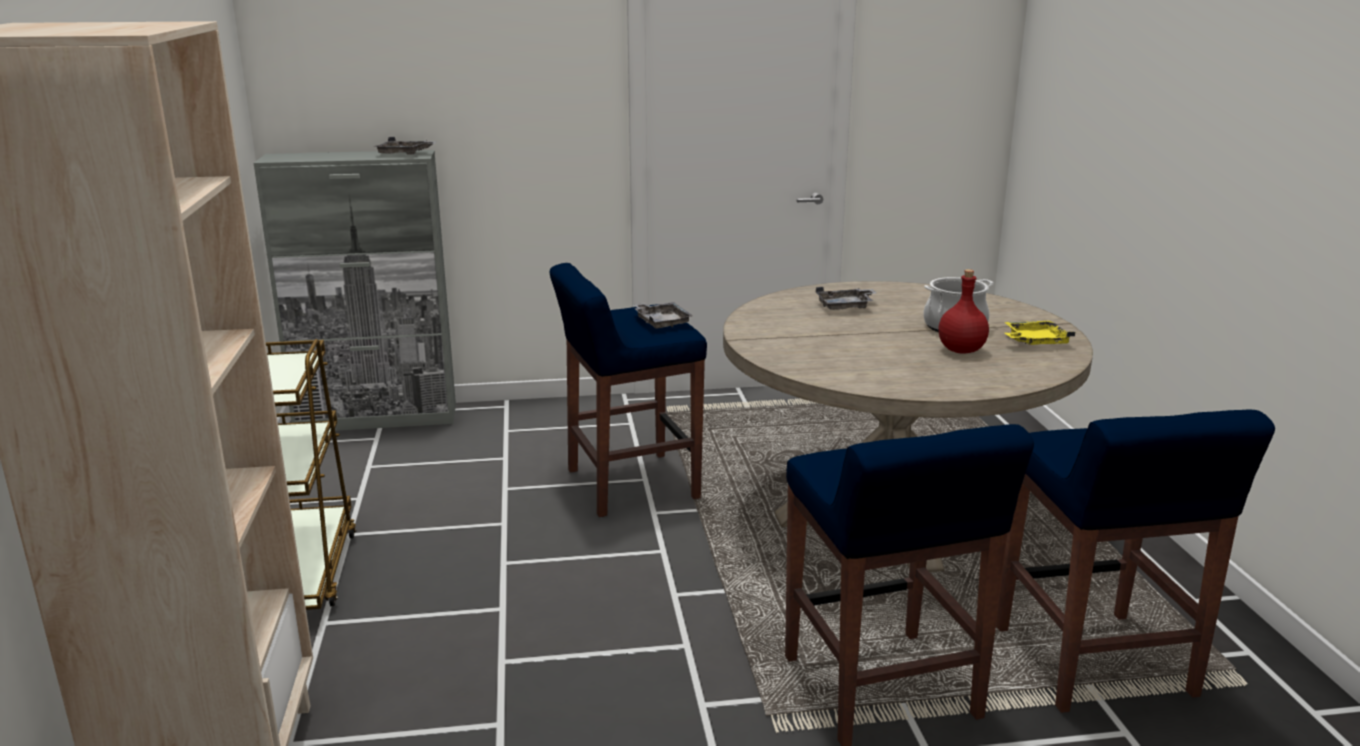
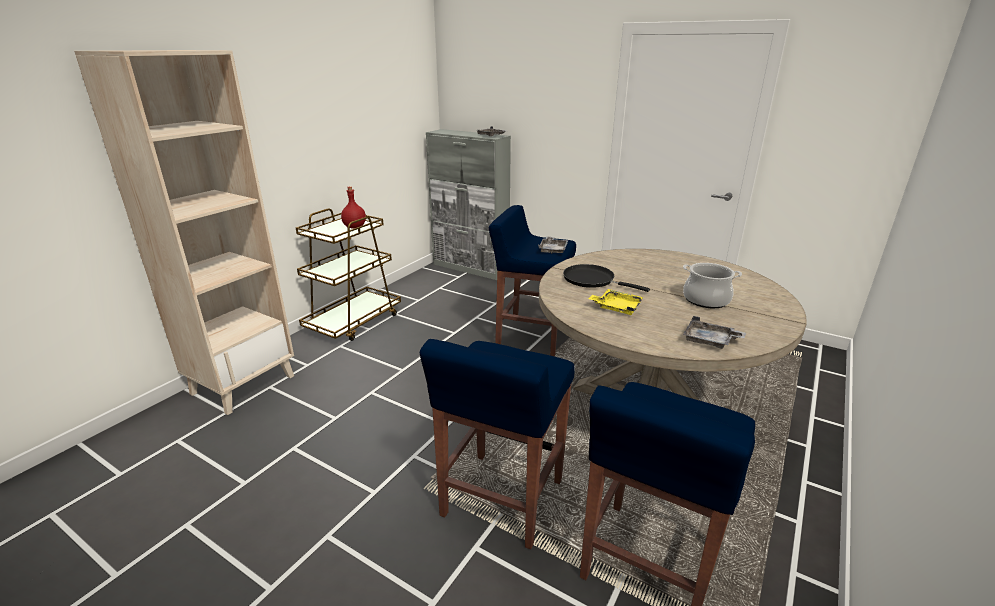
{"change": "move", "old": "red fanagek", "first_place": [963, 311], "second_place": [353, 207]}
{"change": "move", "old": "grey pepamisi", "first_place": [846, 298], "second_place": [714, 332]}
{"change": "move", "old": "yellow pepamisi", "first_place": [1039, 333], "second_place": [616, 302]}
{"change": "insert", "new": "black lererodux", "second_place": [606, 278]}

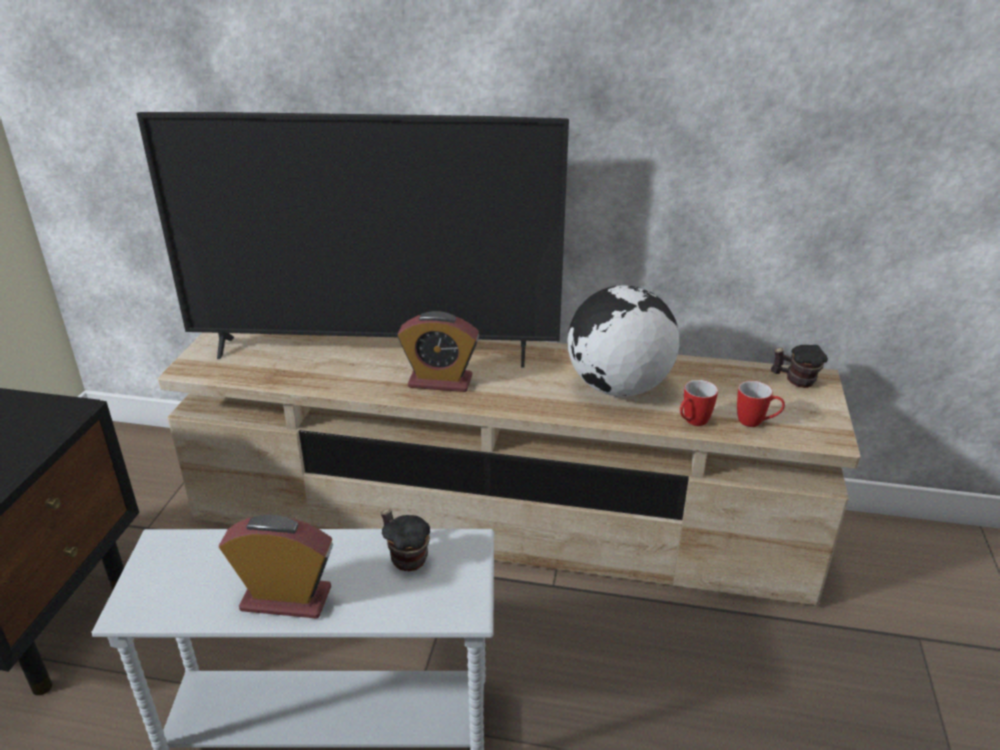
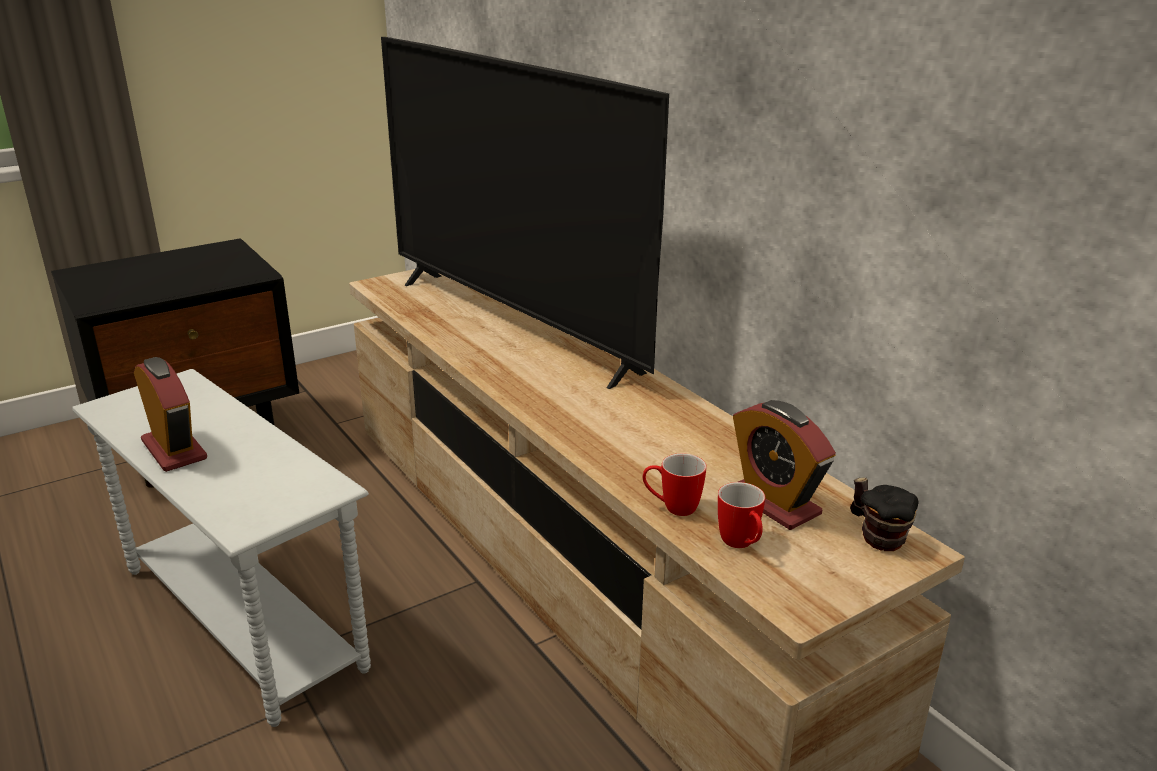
{"change": "delete", "old": "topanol", "first_place": [623, 341]}
{"change": "move", "old": "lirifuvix", "first_place": [438, 351], "second_place": [784, 465]}
{"change": "delete", "old": "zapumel", "first_place": [405, 540]}

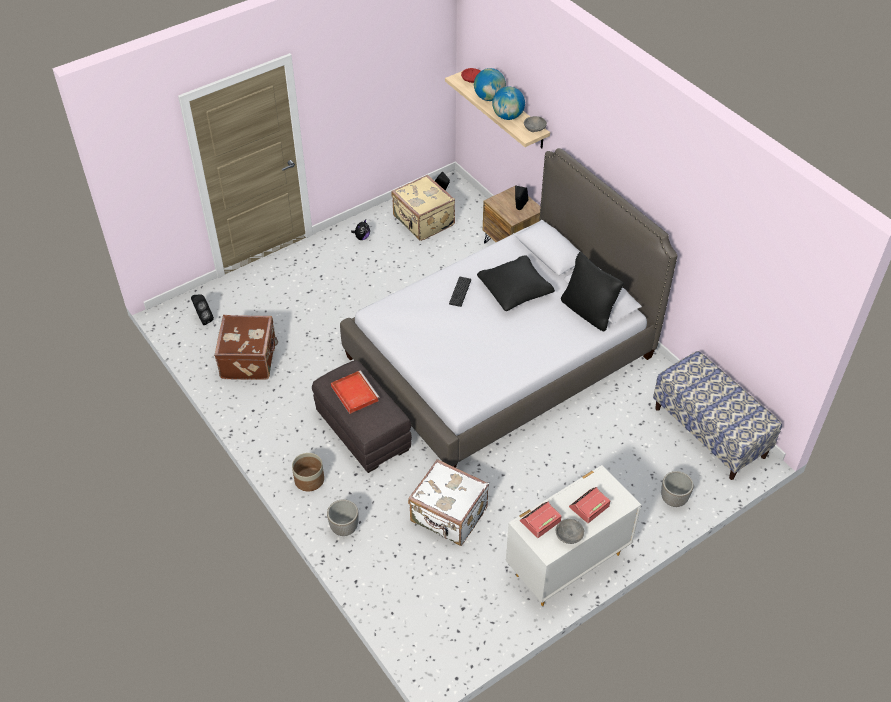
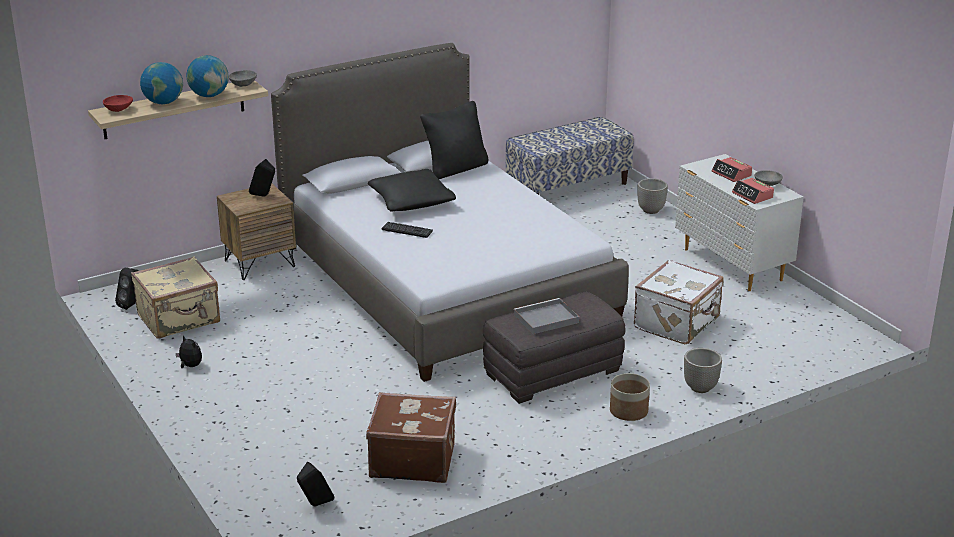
{"change": "recolor", "old": "red pepamisi", "new": "grey pepamisi", "first_place": [355, 392], "second_place": [546, 316]}

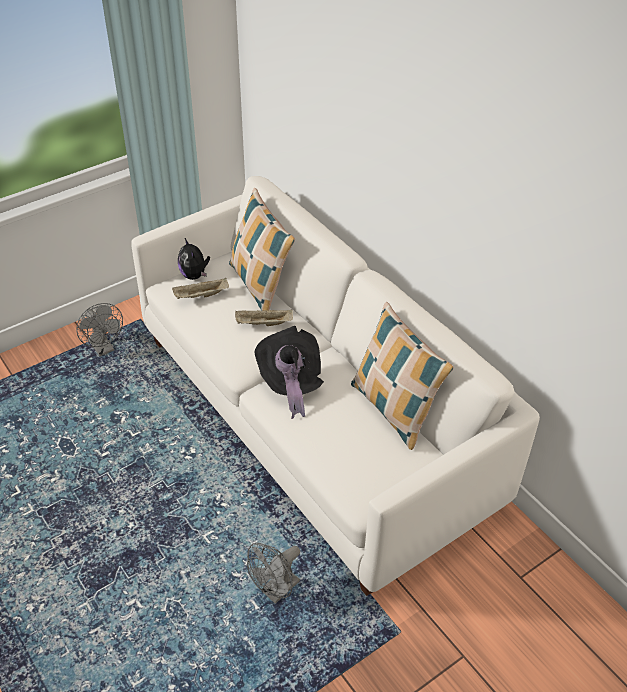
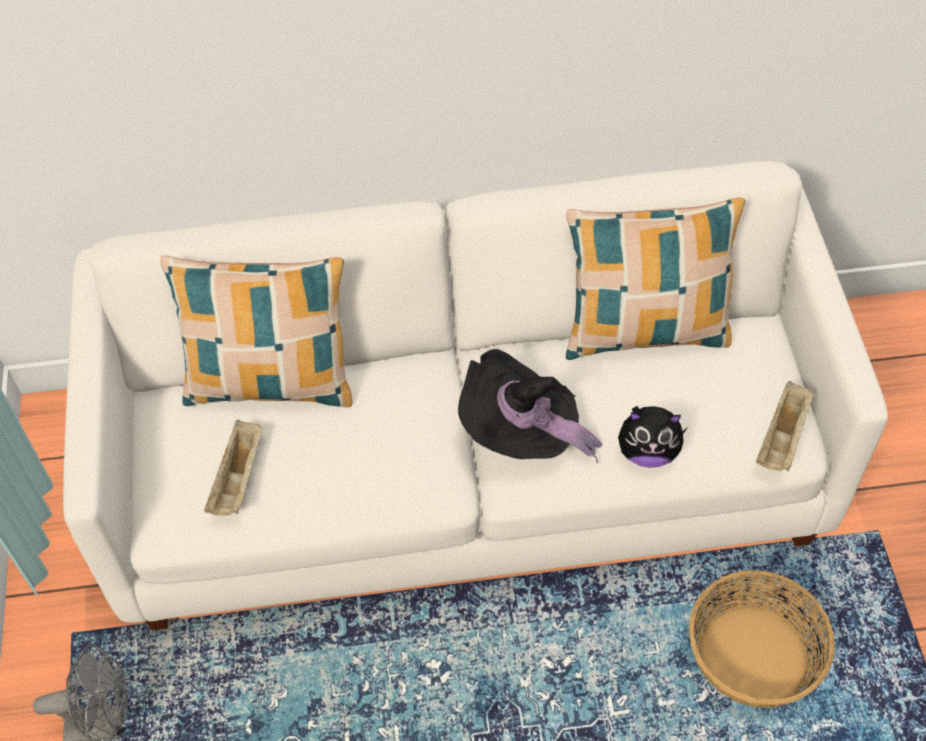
{"change": "move", "old": "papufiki", "first_place": [194, 259], "second_place": [653, 437]}
{"change": "move", "old": "beige pepamisi", "first_place": [264, 317], "second_place": [785, 426]}
{"change": "replace", "old": "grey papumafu", "new": "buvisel", "first_place": [273, 573], "second_place": [762, 639]}

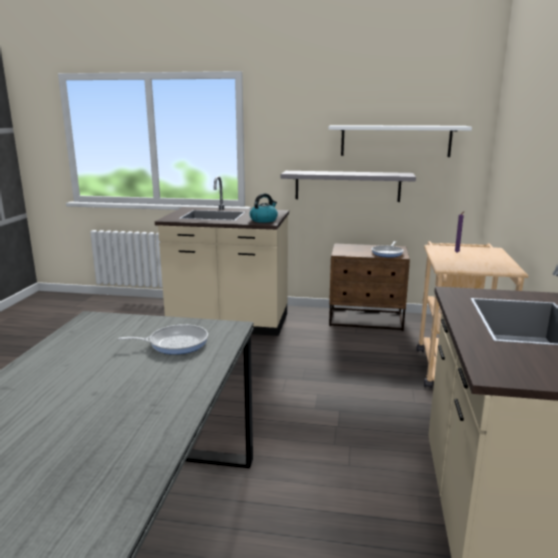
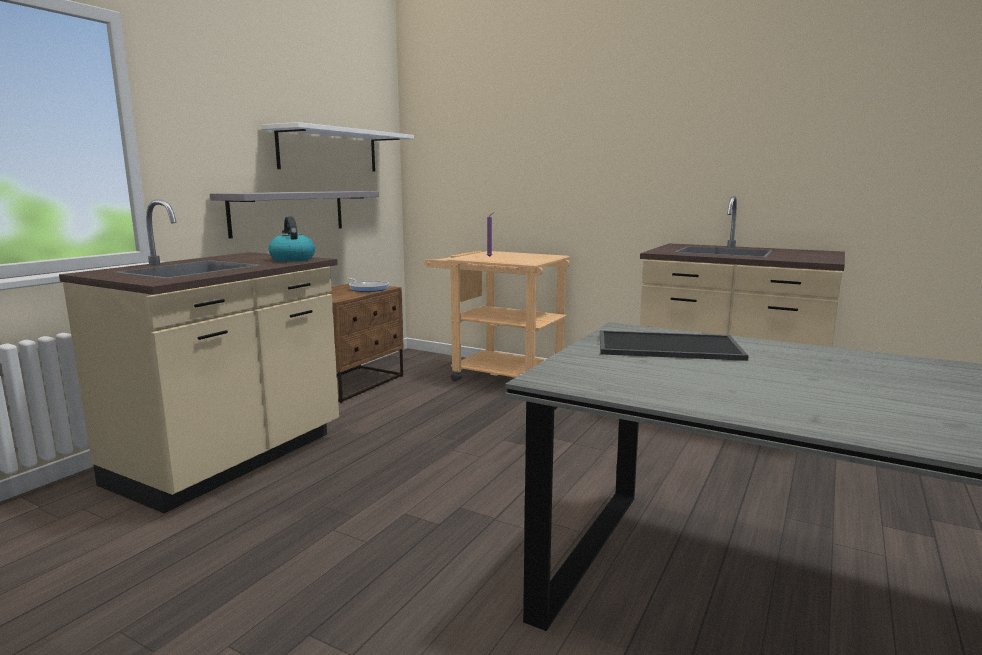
{"change": "replace", "old": "lererodux", "new": "pepamisi", "first_place": [163, 339], "second_place": [674, 345]}

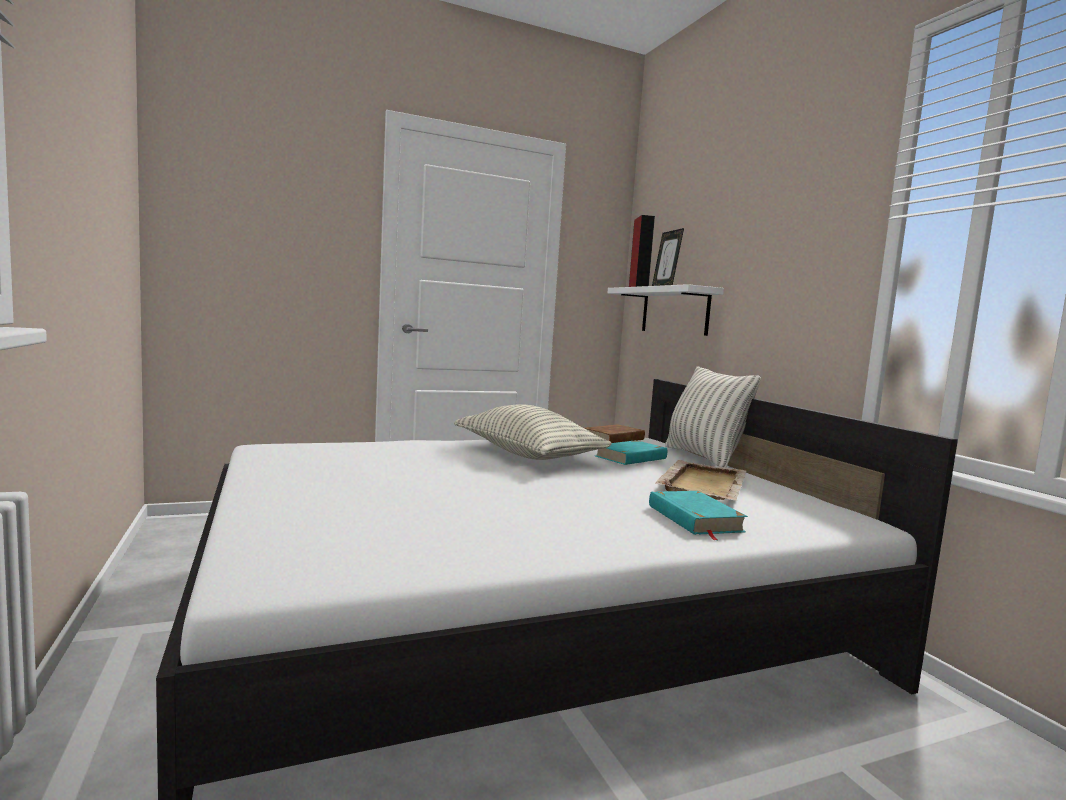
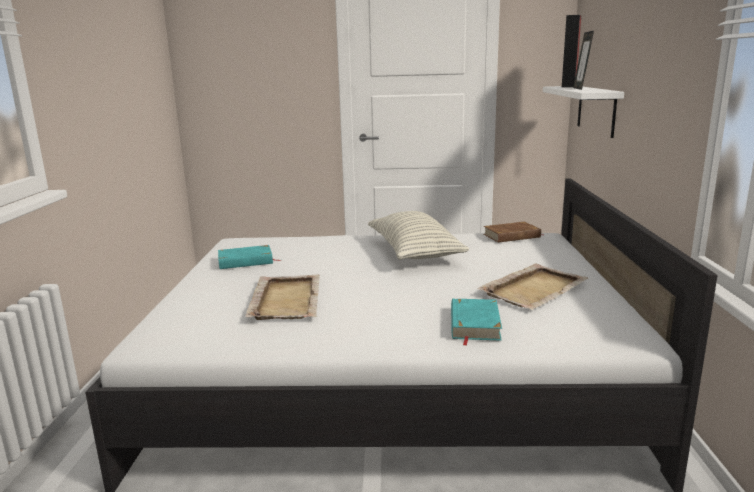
{"change": "delete", "old": "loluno", "first_place": [713, 417]}
{"change": "move", "old": "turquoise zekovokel", "first_place": [631, 452], "second_place": [249, 257]}
{"change": "insert", "new": "beige pepamisi", "second_place": [282, 297]}

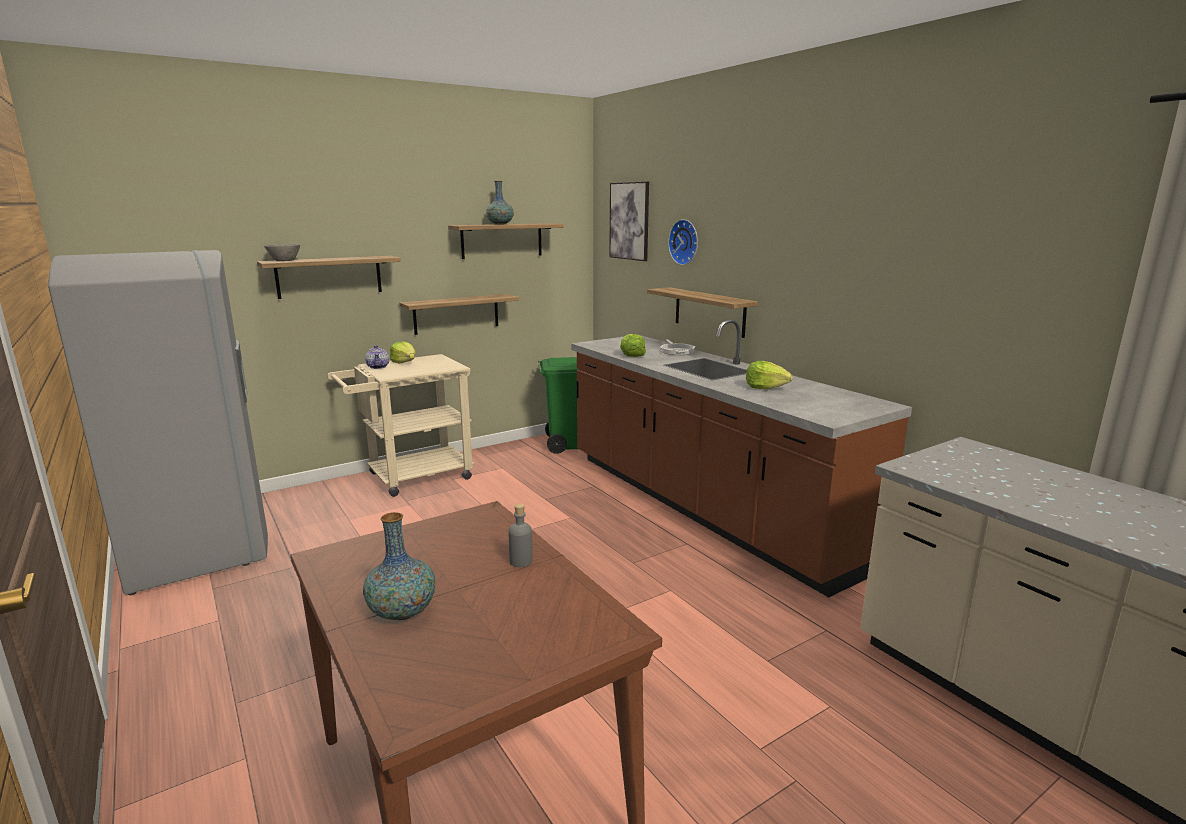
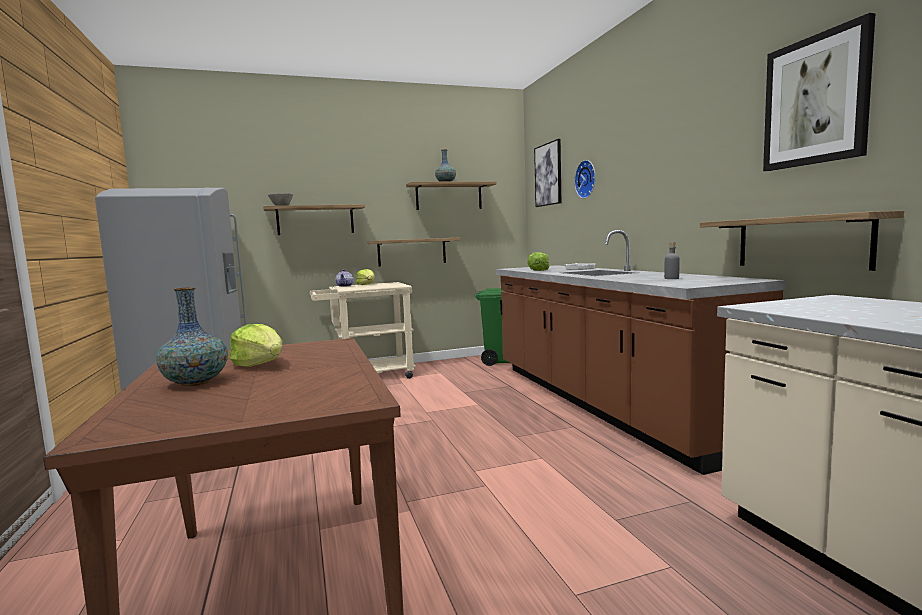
{"change": "move", "old": "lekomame", "first_place": [702, 312], "second_place": [802, 241]}
{"change": "move", "old": "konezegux", "first_place": [769, 375], "second_place": [255, 345]}
{"change": "move", "old": "grey fanagek", "first_place": [521, 535], "second_place": [672, 260]}
{"change": "insert", "new": "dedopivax", "second_place": [819, 92]}

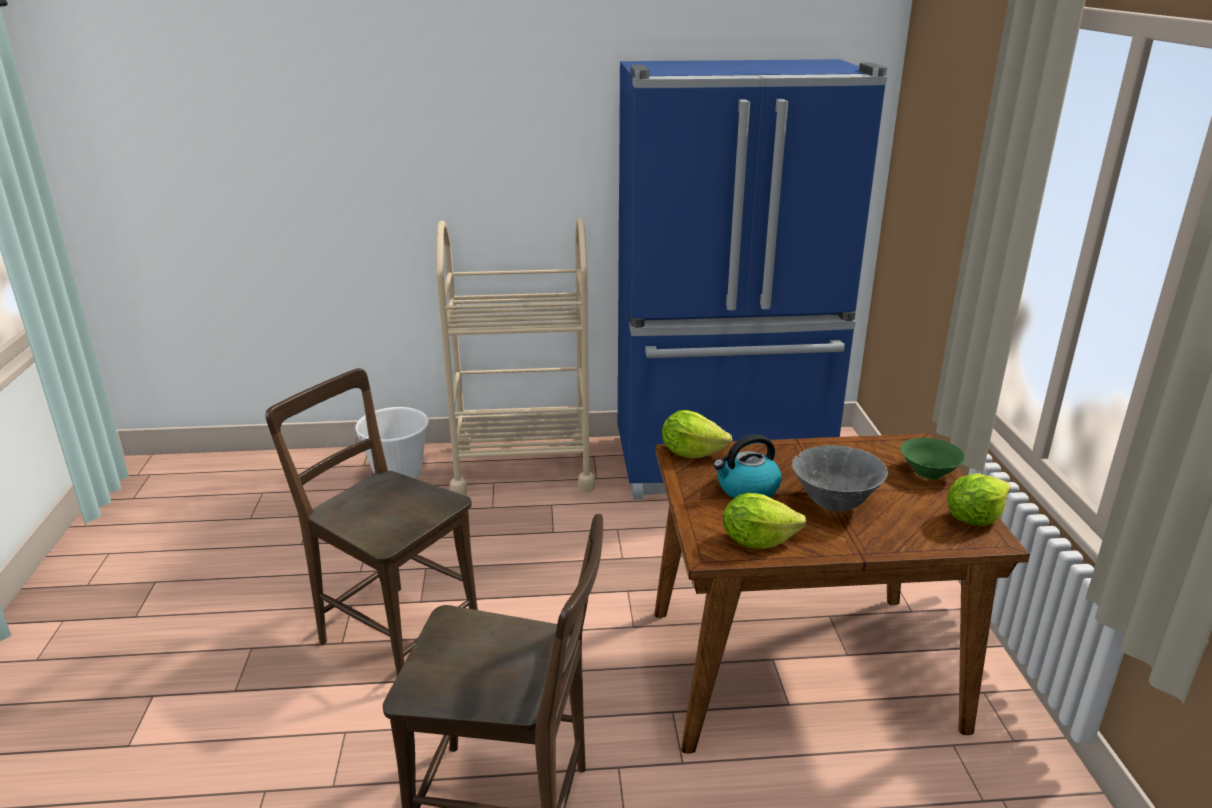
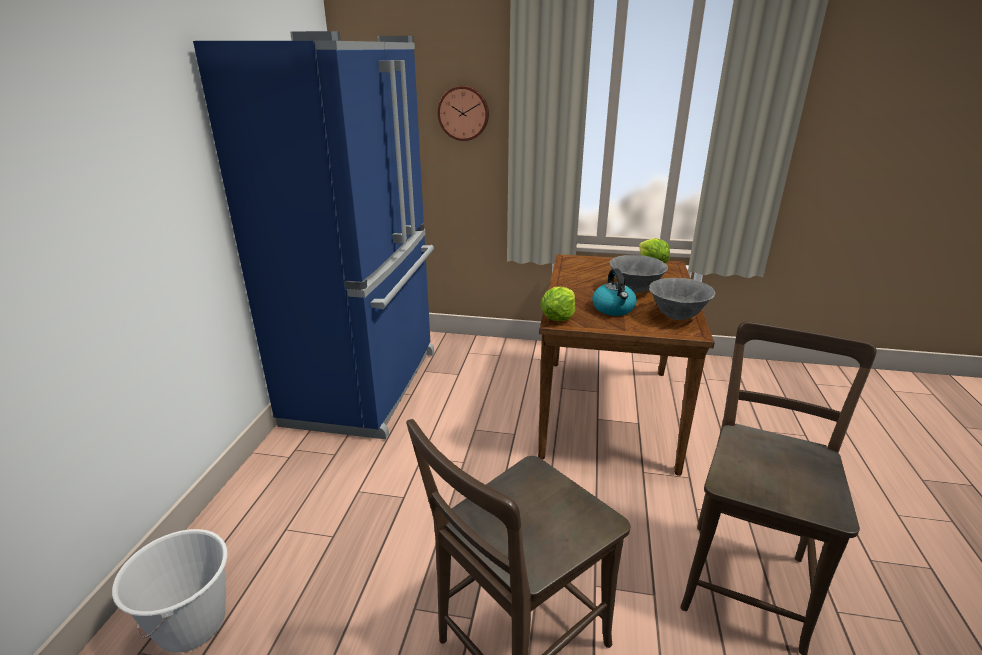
{"change": "delete", "old": "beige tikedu", "first_place": [515, 357]}
{"change": "delete", "old": "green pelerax", "first_place": [932, 458]}
{"change": "replace", "old": "konezegux", "new": "grey pelerax", "first_place": [764, 521], "second_place": [682, 299]}
{"change": "insert", "new": "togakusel", "second_place": [463, 113]}

